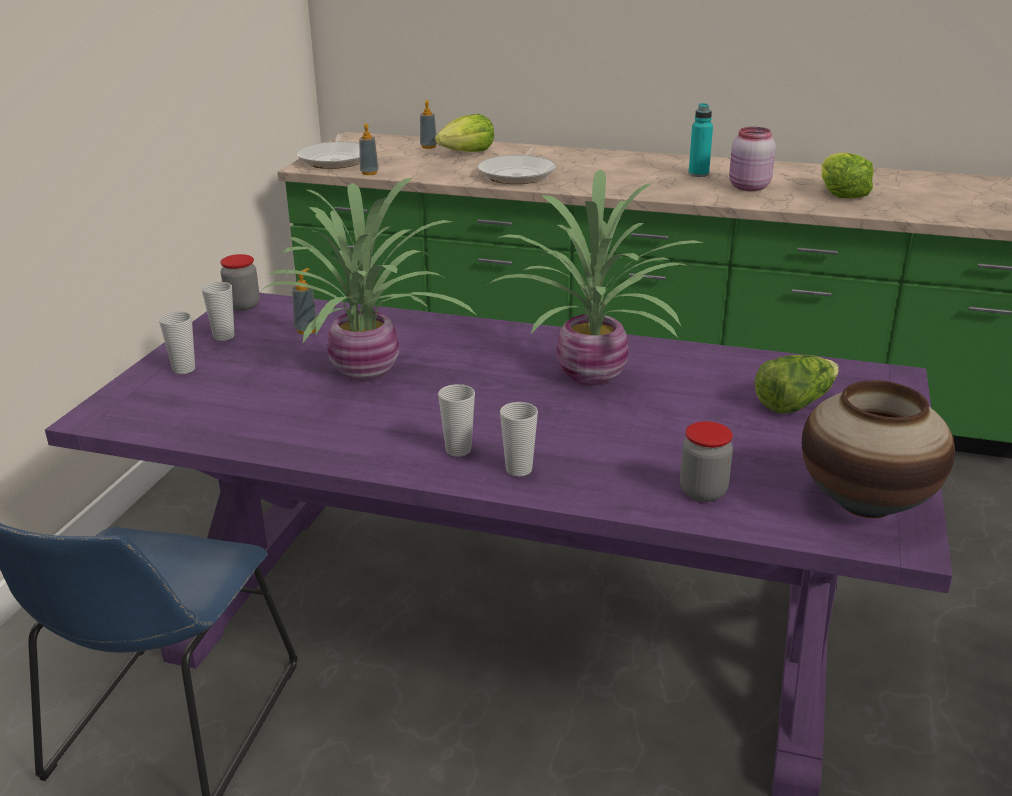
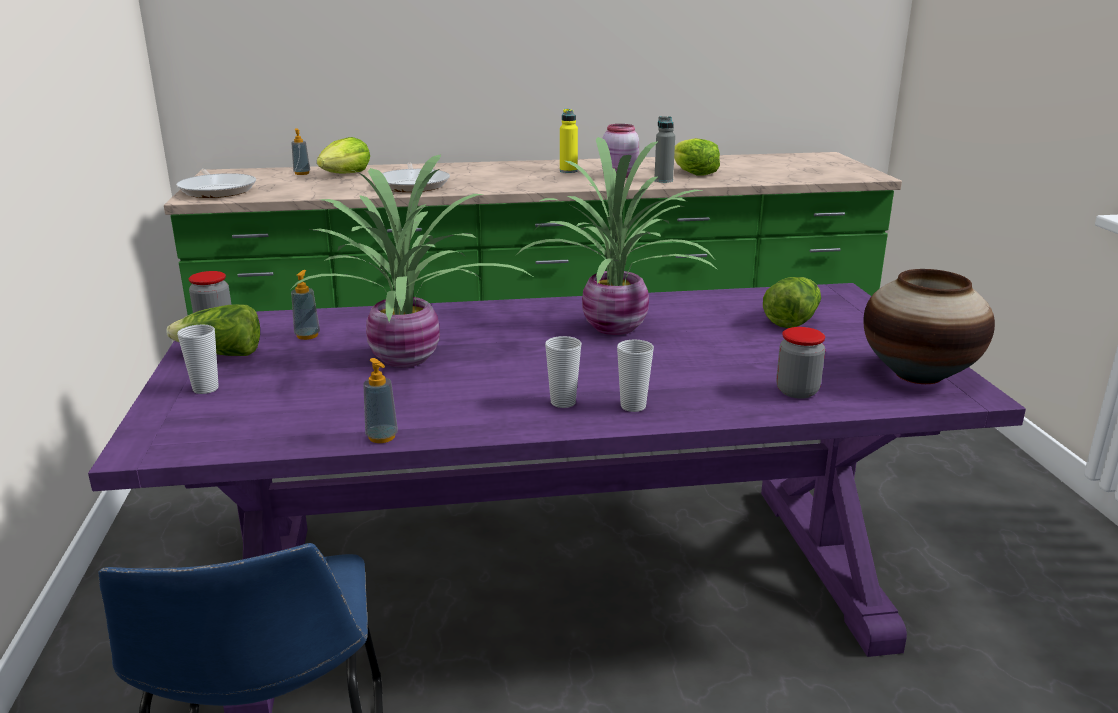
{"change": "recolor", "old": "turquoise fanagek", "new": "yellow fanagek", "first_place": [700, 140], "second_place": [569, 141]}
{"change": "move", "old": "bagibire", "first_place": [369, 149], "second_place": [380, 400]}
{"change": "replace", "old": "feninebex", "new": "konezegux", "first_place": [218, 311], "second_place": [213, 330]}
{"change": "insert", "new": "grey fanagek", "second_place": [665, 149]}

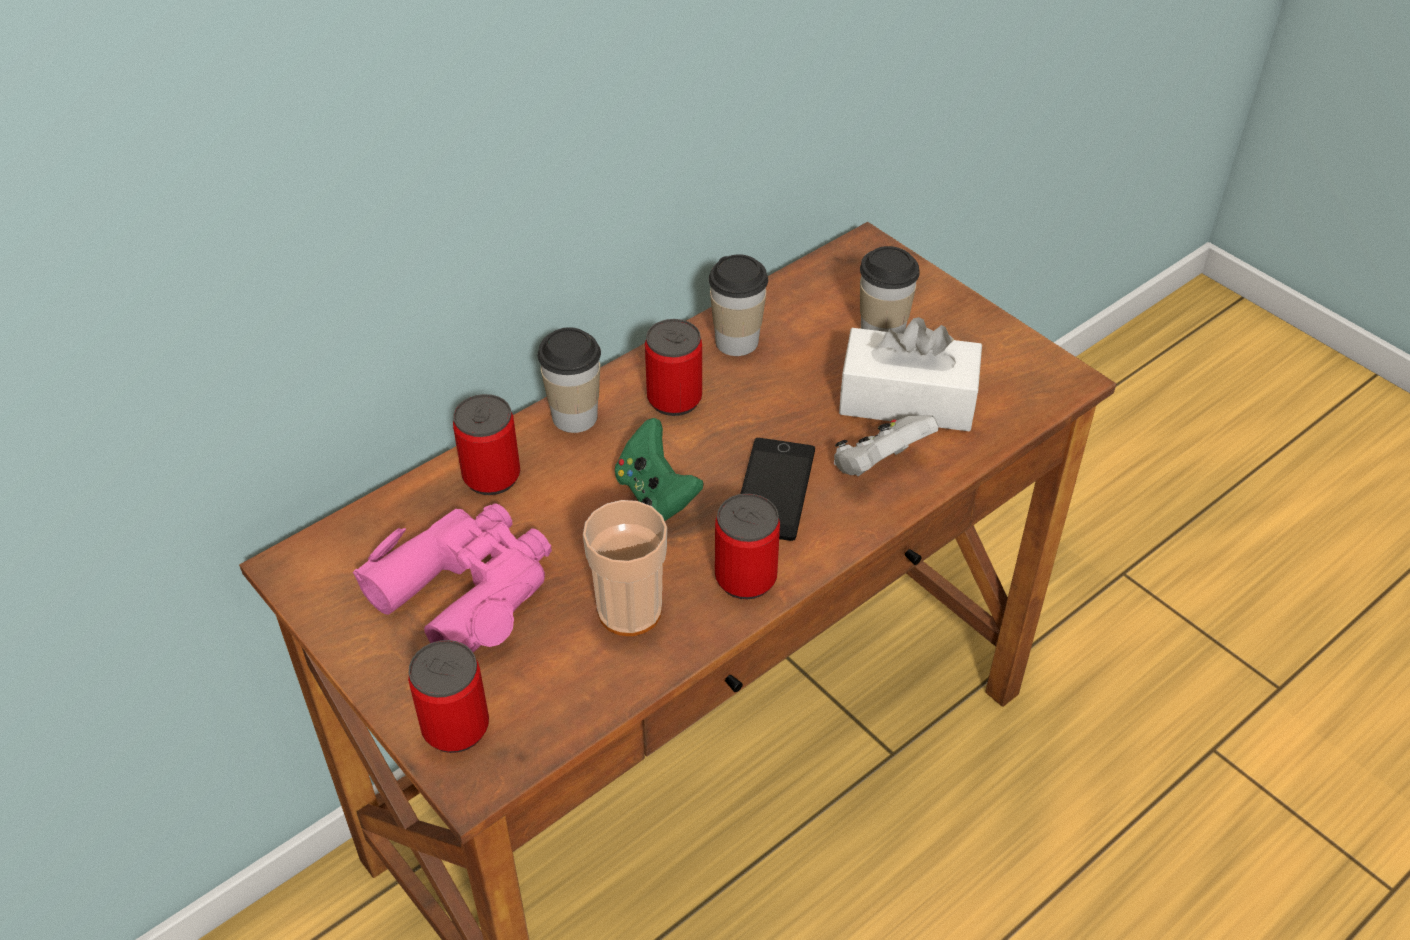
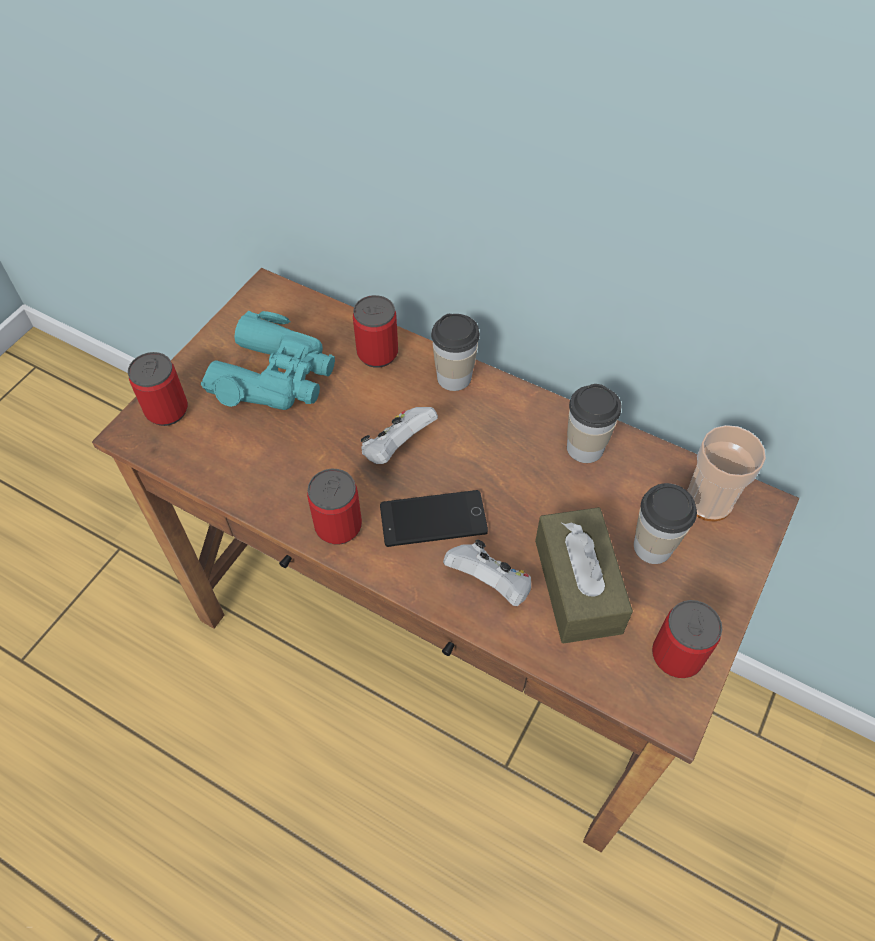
{"change": "recolor", "old": "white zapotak", "new": "brown zapotak", "first_place": [910, 374], "second_place": [584, 575]}
{"change": "move", "old": "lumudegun", "first_place": [673, 367], "second_place": [687, 639]}
{"change": "recolor", "old": "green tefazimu", "new": "white tefazimu", "first_place": [659, 469], "second_place": [399, 435]}
{"change": "move", "old": "feninebex", "first_place": [625, 568], "second_place": [726, 473]}
{"change": "recolor", "old": "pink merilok", "new": "turquoise merilok", "first_place": [452, 577], "second_place": [268, 360]}

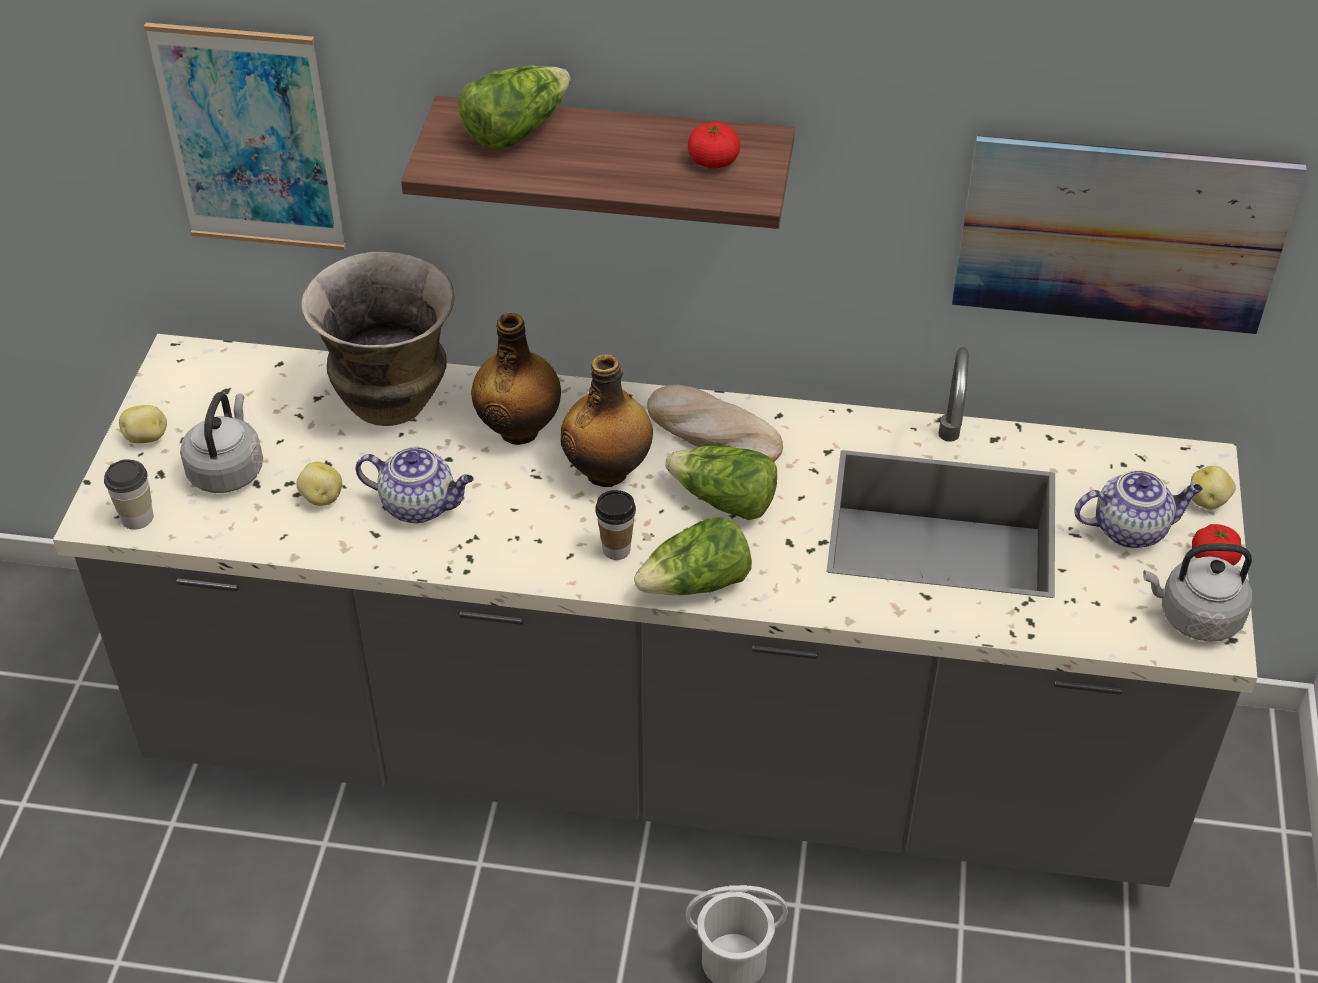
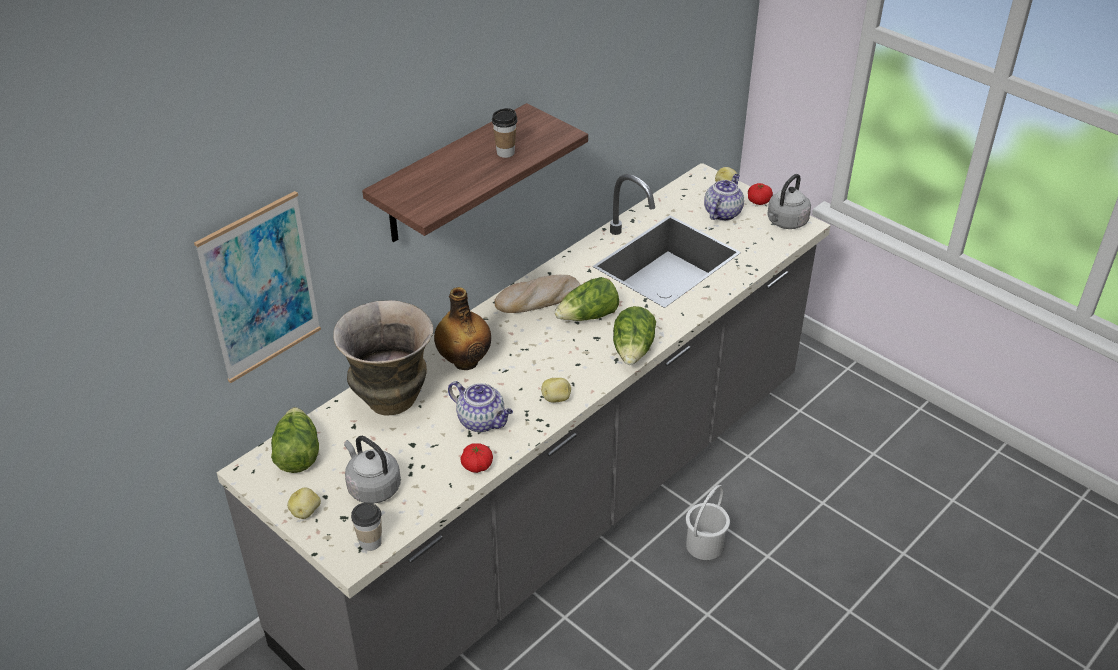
{"change": "move", "old": "konezegux", "first_place": [514, 107], "second_place": [295, 440]}
{"change": "move", "old": "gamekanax", "first_place": [714, 145], "second_place": [476, 458]}
{"change": "delete", "old": "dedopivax", "first_place": [1129, 235]}
{"change": "delete", "old": "fanagek", "first_place": [606, 420]}
{"change": "rotate", "old": "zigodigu", "first_place": [414, 485], "second_place": [480, 406], "degrees": 75}
{"change": "move", "old": "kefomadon", "first_place": [319, 484], "second_place": [556, 390]}
{"change": "move", "old": "feninebex", "first_place": [615, 525], "second_place": [504, 133]}

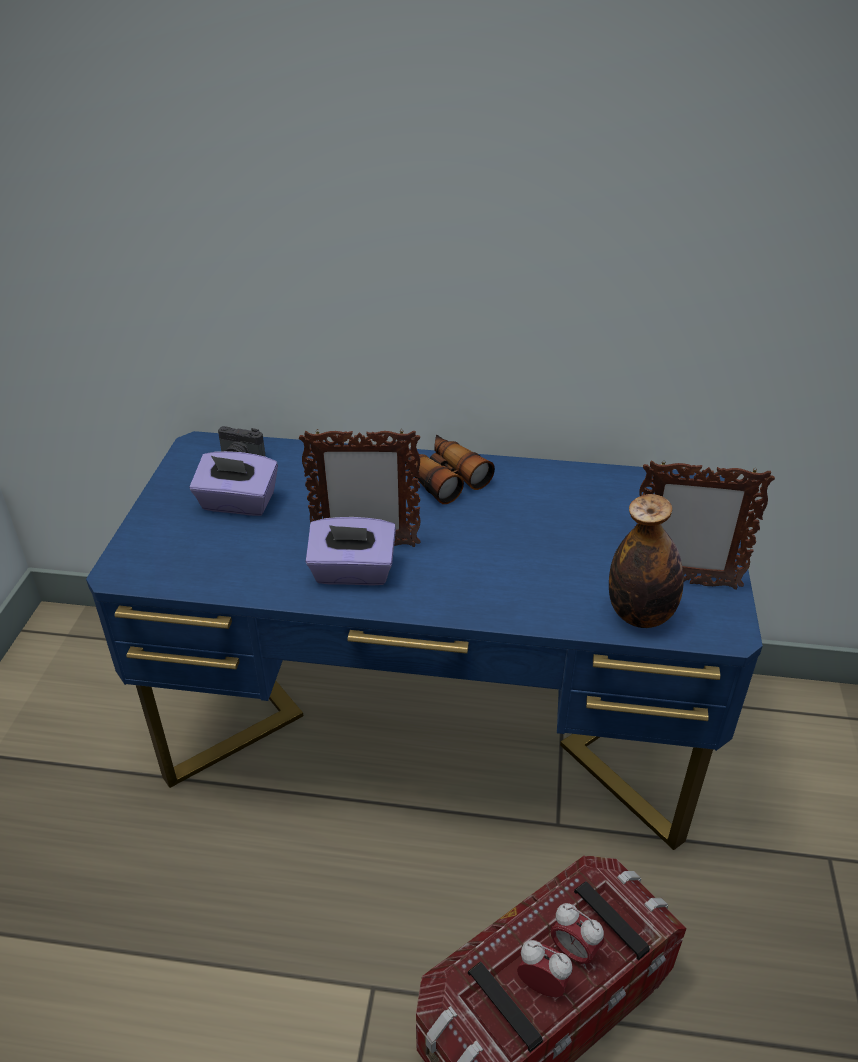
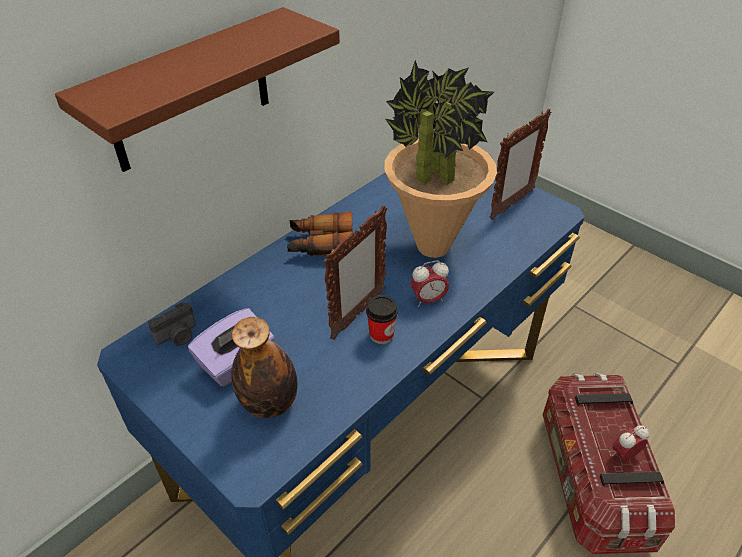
{"change": "move", "old": "fanagek", "first_place": [646, 561], "second_place": [264, 367]}
{"change": "replace", "old": "purple zapotak", "new": "feninebex", "first_place": [350, 551], "second_place": [382, 319]}
{"change": "move", "old": "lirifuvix", "first_place": [577, 936], "second_place": [430, 283]}
{"change": "insert", "new": "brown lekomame", "second_place": [197, 89]}
{"change": "insert", "new": "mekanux", "second_place": [440, 159]}

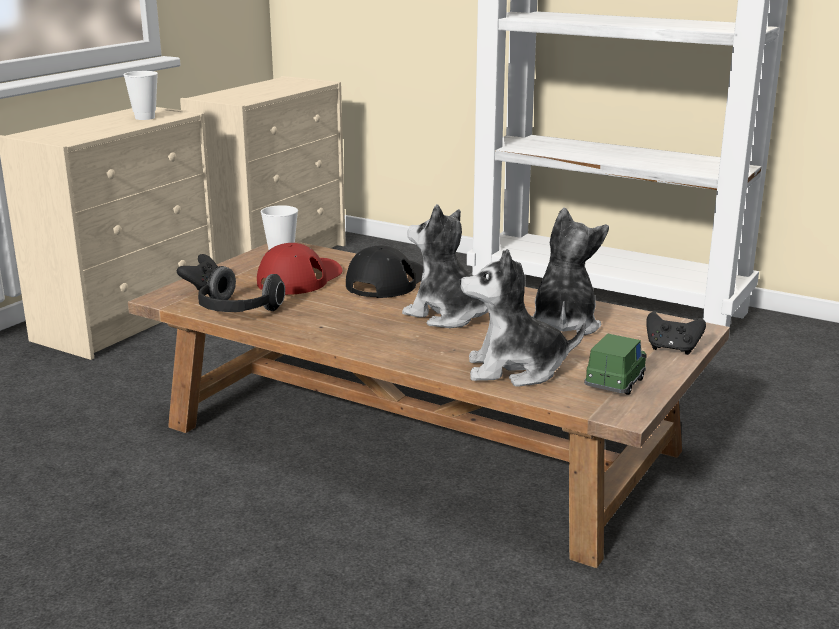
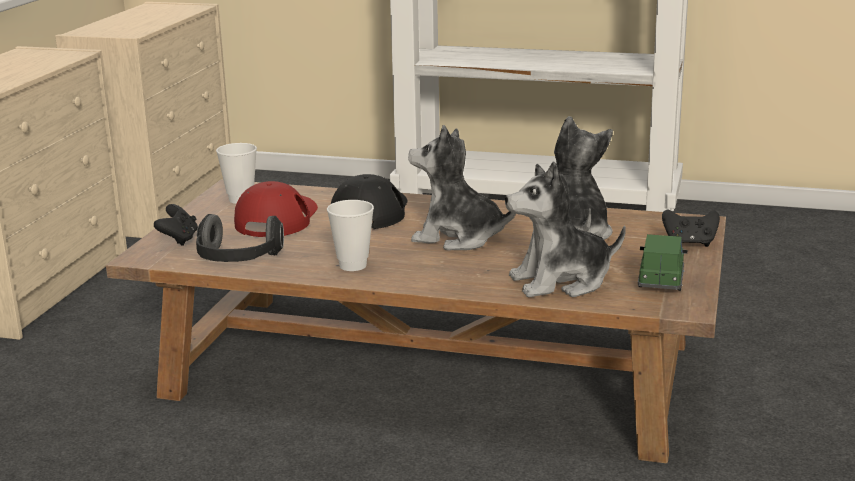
{"change": "move", "old": "feninebex", "first_place": [141, 95], "second_place": [350, 235]}

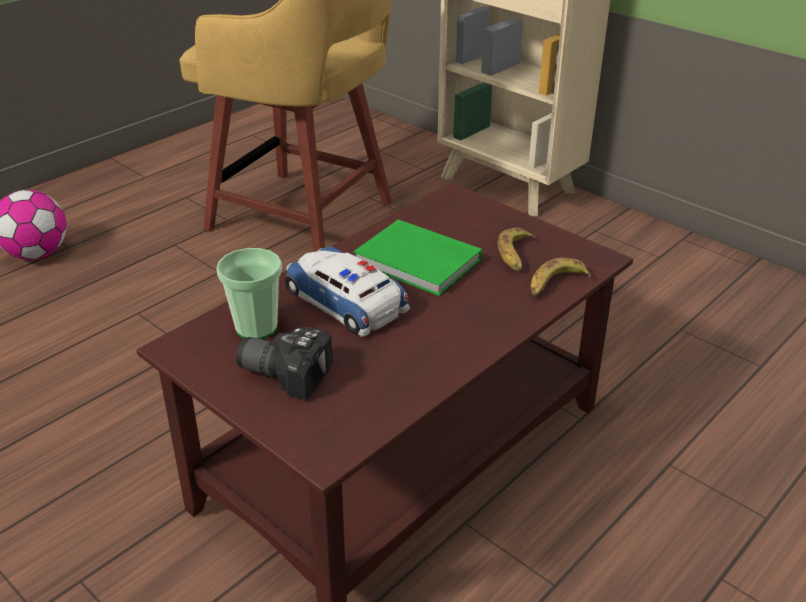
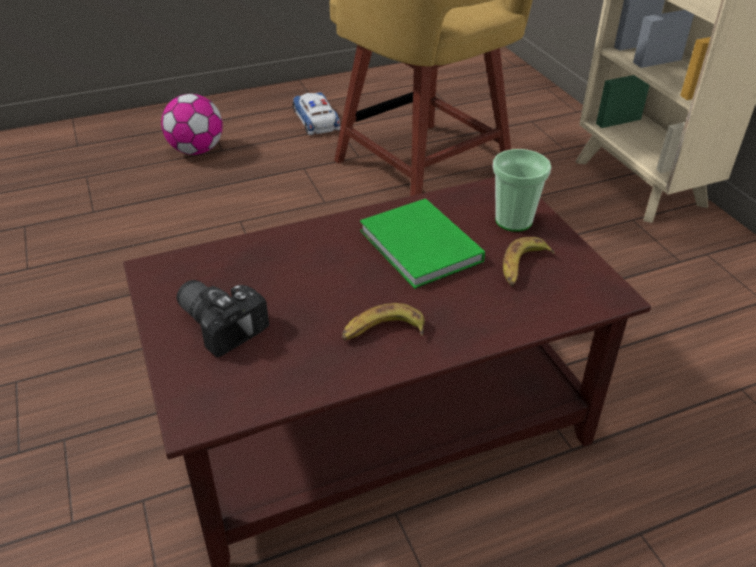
{"change": "move", "old": "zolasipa", "first_place": [347, 291], "second_place": [317, 113]}
{"change": "move", "old": "feninebex", "first_place": [249, 293], "second_place": [522, 190]}
{"change": "move", "old": "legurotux", "first_place": [561, 277], "second_place": [383, 322]}

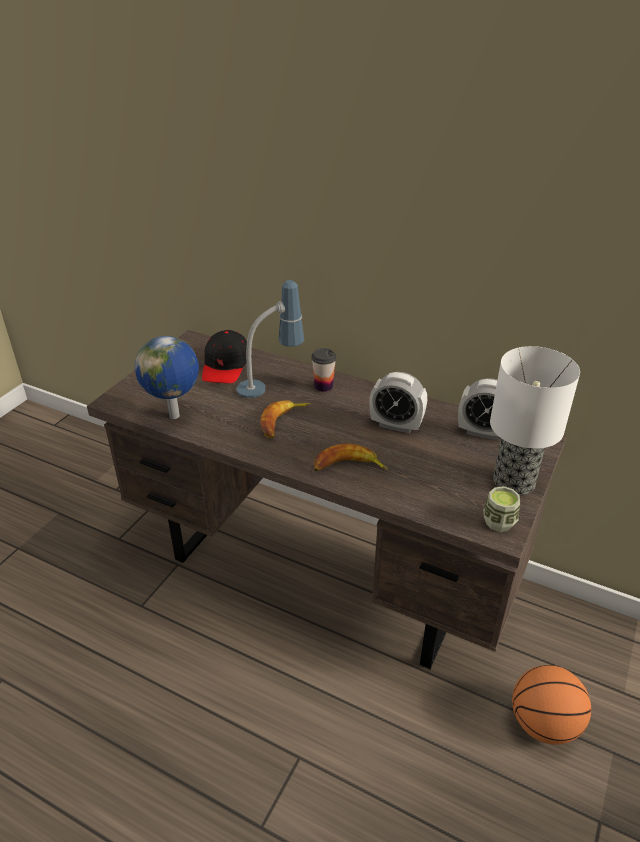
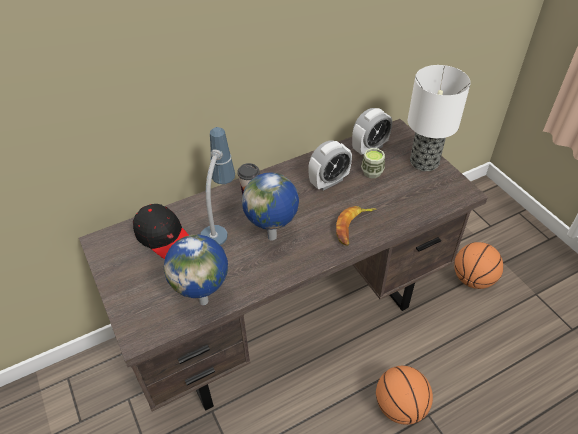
{"change": "replace", "old": "legurotux", "new": "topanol", "first_place": [285, 419], "second_place": [270, 206]}
{"change": "move", "old": "feninebex", "first_place": [501, 509], "second_place": [373, 163]}
{"change": "insert", "new": "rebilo", "second_place": [404, 395]}

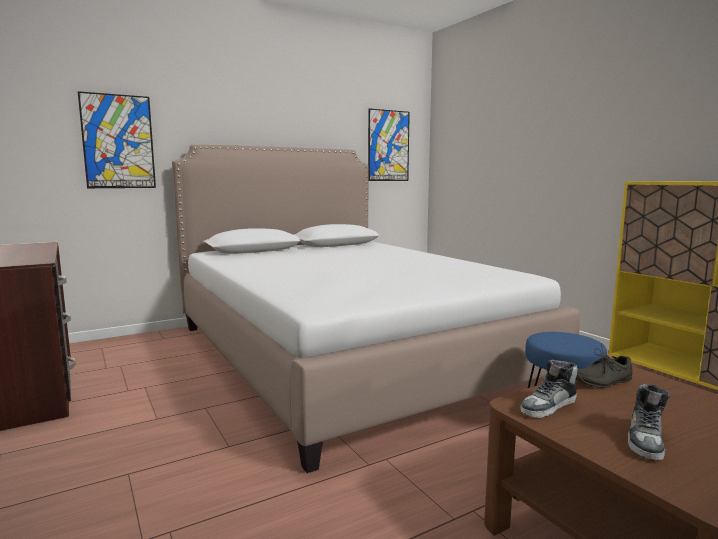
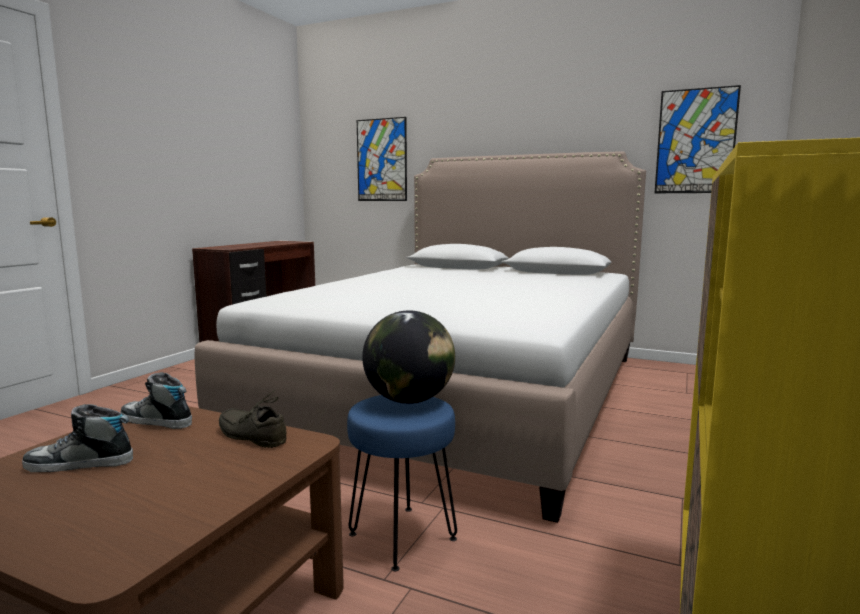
{"change": "insert", "new": "topanol", "second_place": [408, 357]}

